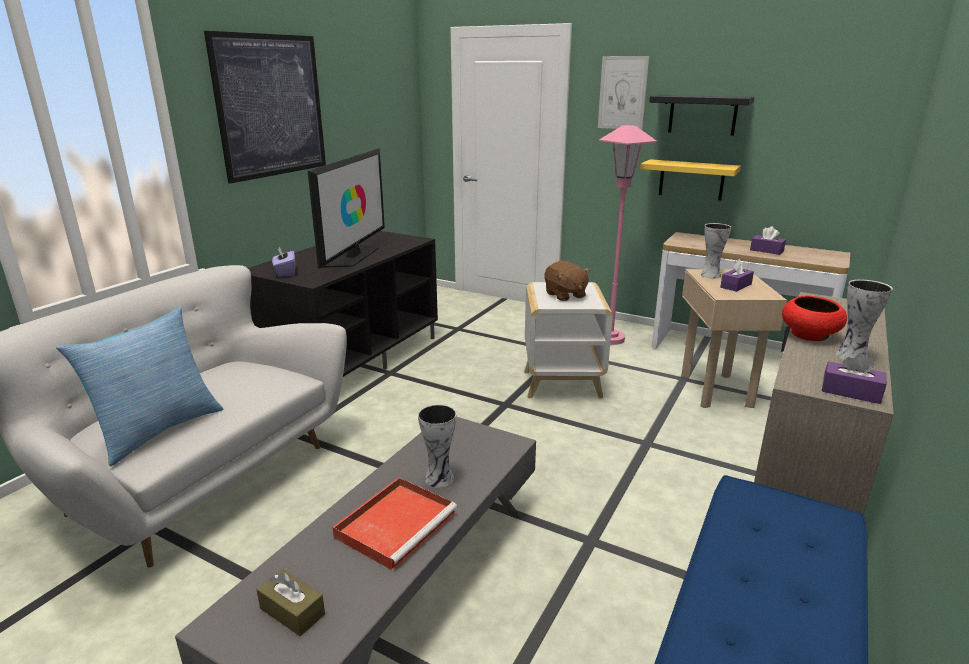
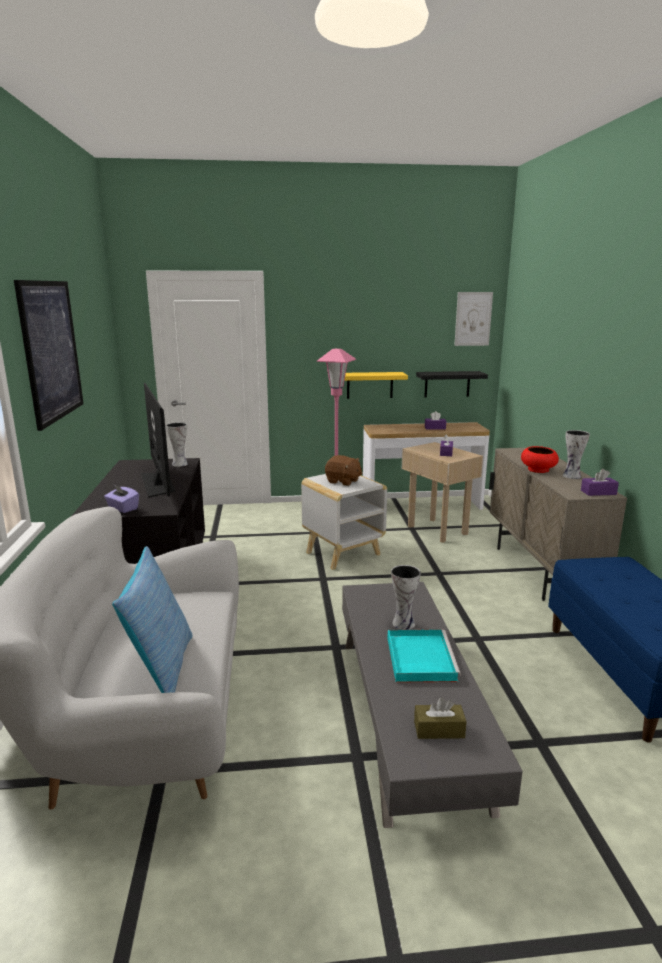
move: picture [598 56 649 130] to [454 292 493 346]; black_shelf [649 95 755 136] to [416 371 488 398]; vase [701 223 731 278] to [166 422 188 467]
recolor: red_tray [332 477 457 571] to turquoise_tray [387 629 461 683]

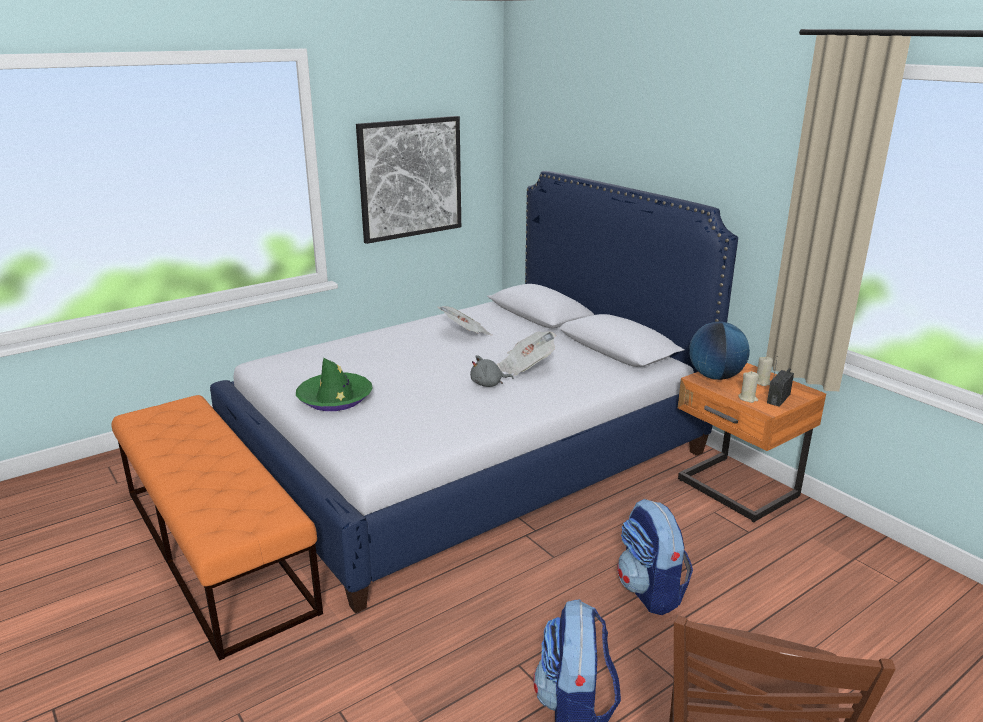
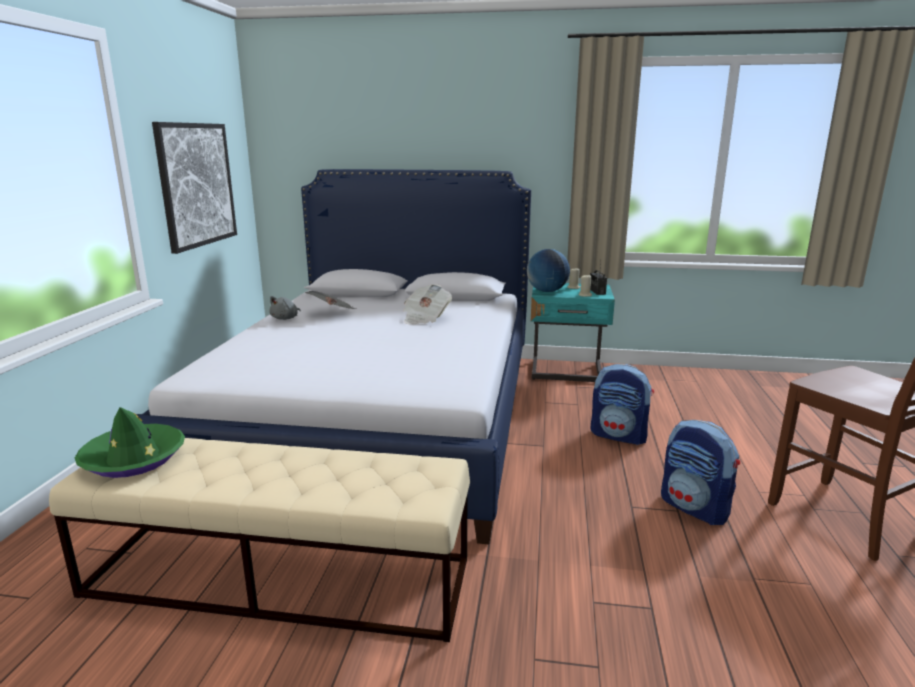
move: green_hat [296 358 373 411] to [75 407 185 478]; grey_plush_toy [470 355 514 387] to [269 296 301 320]
recolor: orange_bench [111 395 323 661] to beige_bench [49 438 470 642]; orange_nightstand [678 363 826 522] to turquoise_nightstand [531 283 615 382]

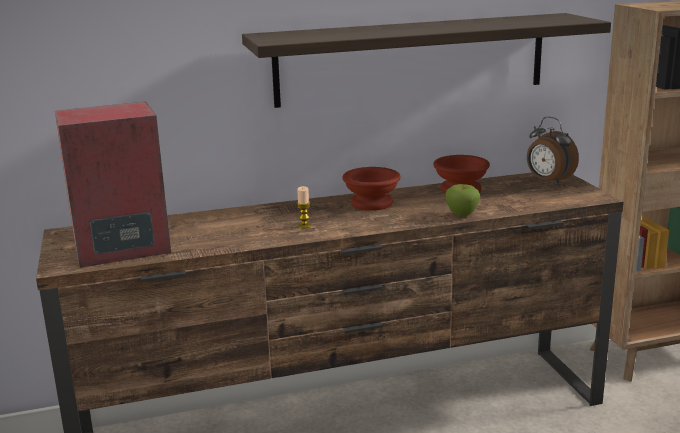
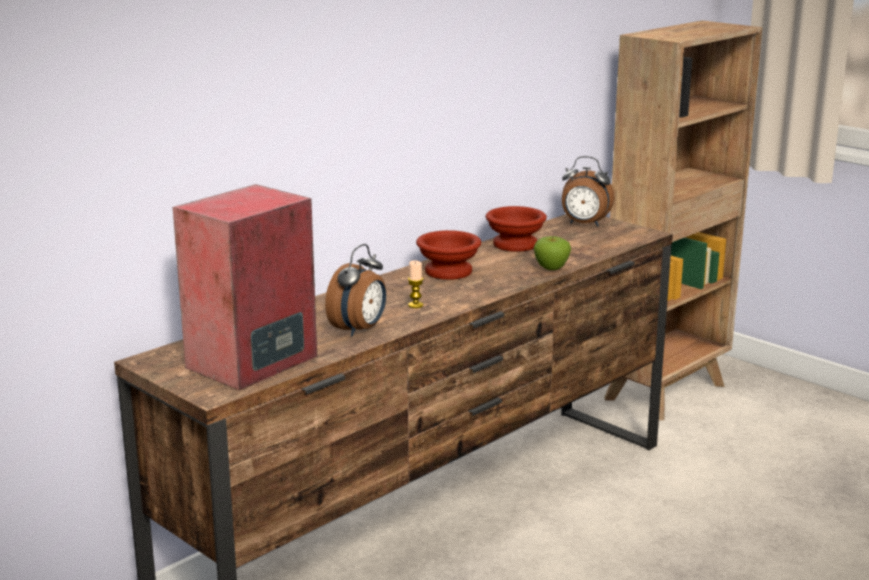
delete: shelf [242 13 611 108]
insert: alarm_clock [325 244 386 336]

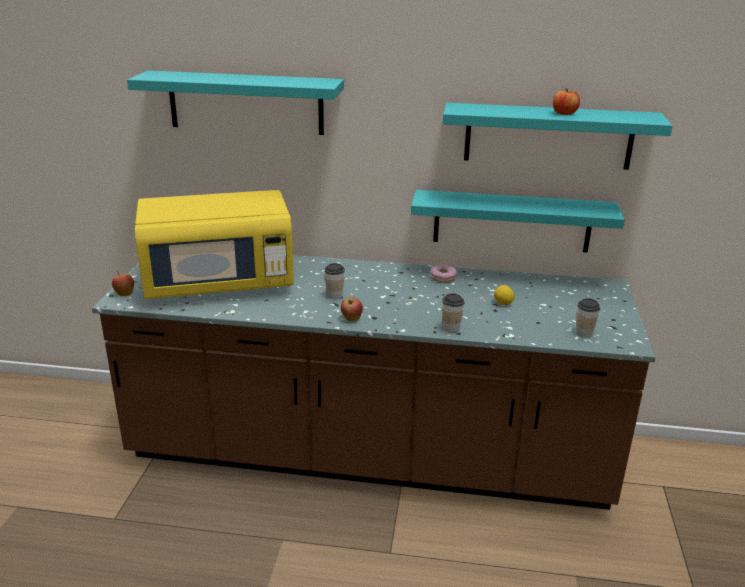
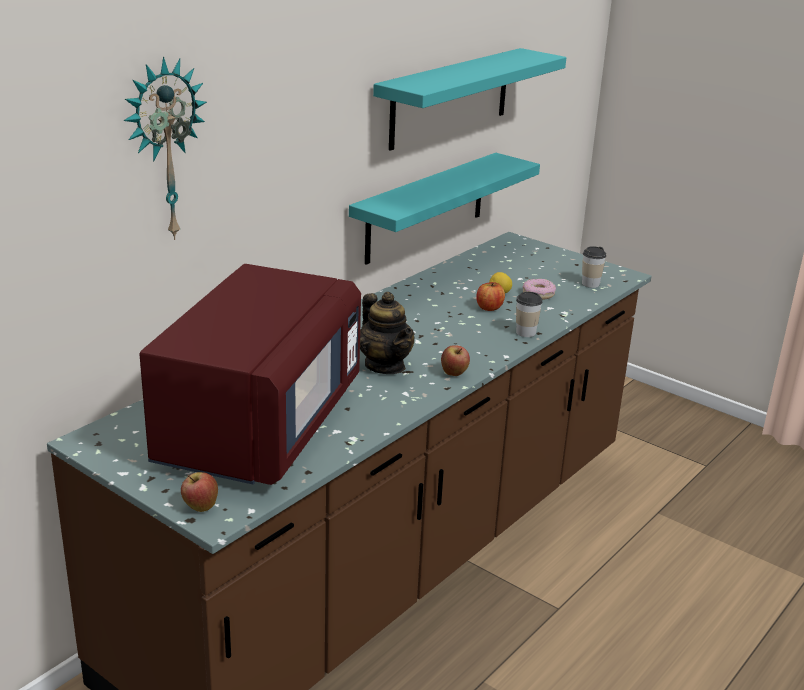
move: donut [431 265 458 282] to [523 279 556 300]; apple [553 88 580 115] to [476 282 505 311]
replace: turquoise_shelf [127 70 344 135] to wall_clock [124 57 207 240]; cup [324 263 345 299] to teapot [360 292 414 374]
recolor: yellow_microwave [135 190 294 299] to red_microwave [139 264 361 485]

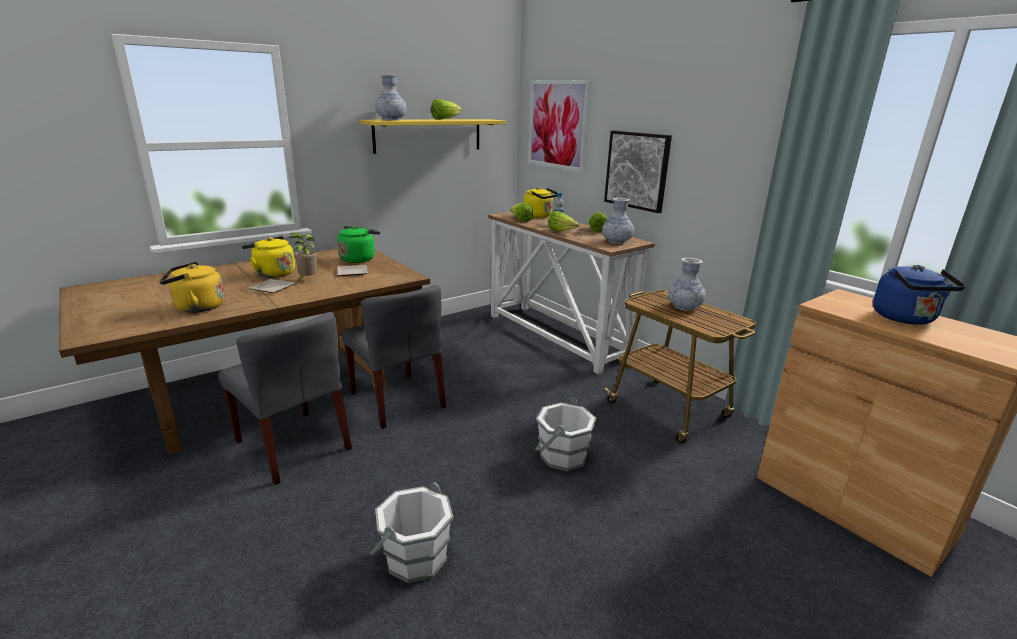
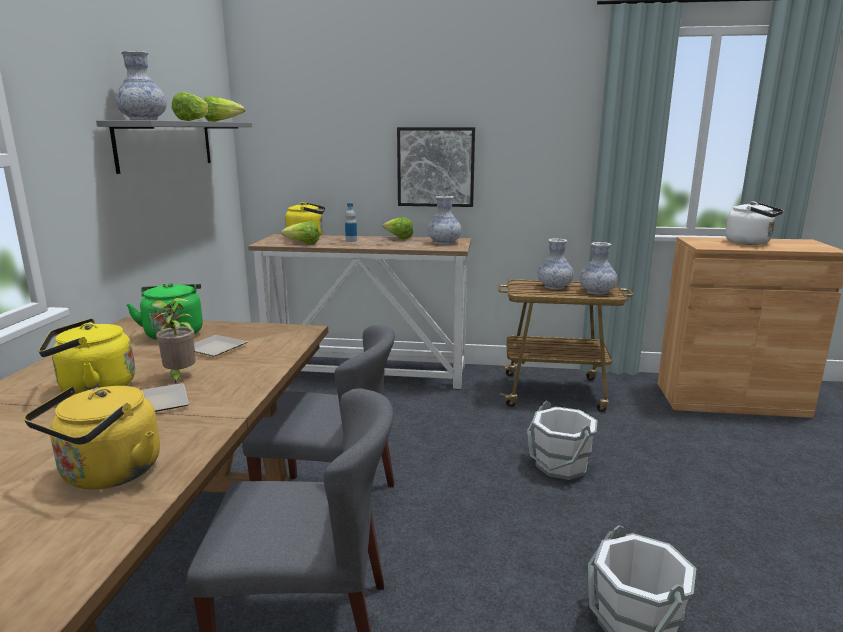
delete: picture [528 80 590 172]
insert: vase [579 242 617 295]
move: lettuce [548 211 579 231] to [204 96 246 122]
recolor: yellow_shelf [359 119 506 154] to grey_shelf [96 120 252 174]; blue_kettle [873 265 966 325] to white_kettle [725 202 784 245]

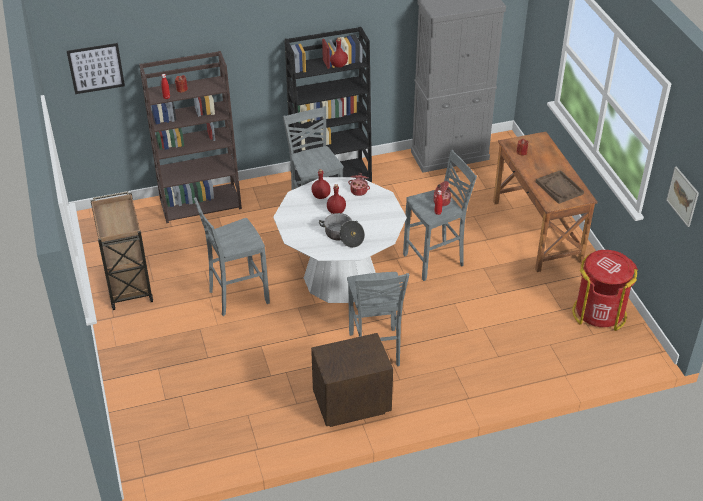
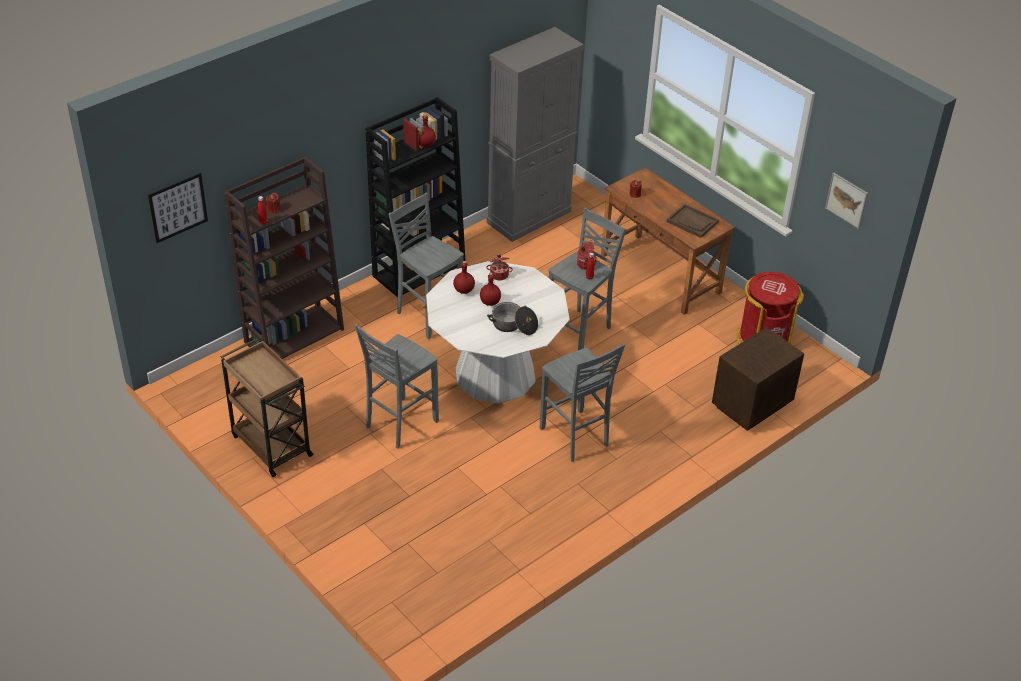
move: brown_nightstand [311 333 393 427] to [712 327 804 431]

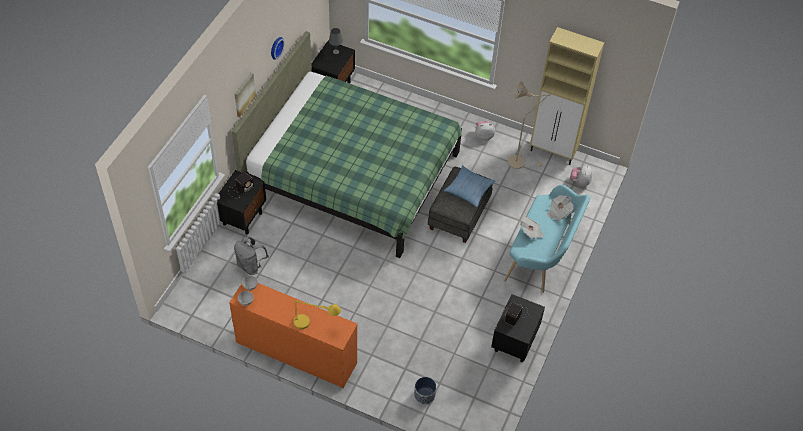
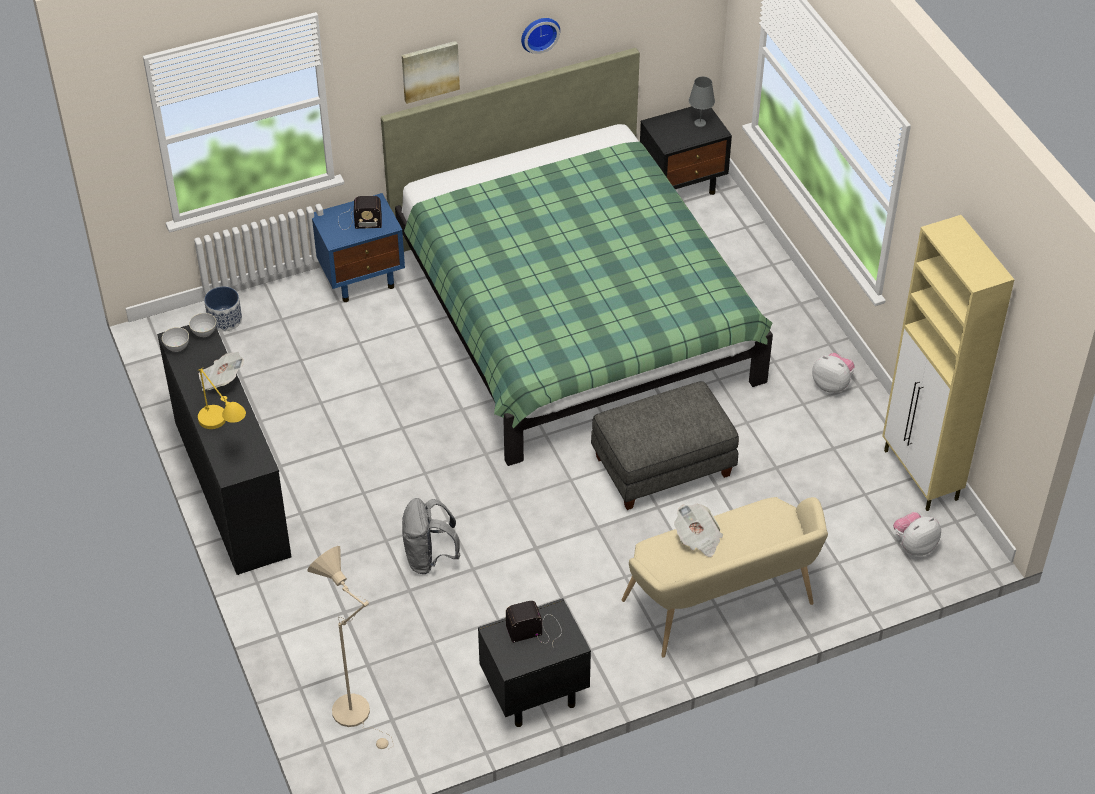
delete: pillow [443 165 495 207]
move: grey_backpack [234 237 269 275] to [402 498 460 574]; planter [414 377 436 405] to [204 286 242 332]; beige_floor_lamp [508 81 550 169] to [307 546 394 749]; newspaper [547 195 574 221] to [199 352 244 391]
recolor: black_nightstand [217 170 266 234] to blue_nightstand [312 193 405 302]; orange_dresser [229 283 358 388] to black_dresser [157 325 291 575]; turquoise_bench [504 185 590 293] to beige_bench [622 497 828 658]

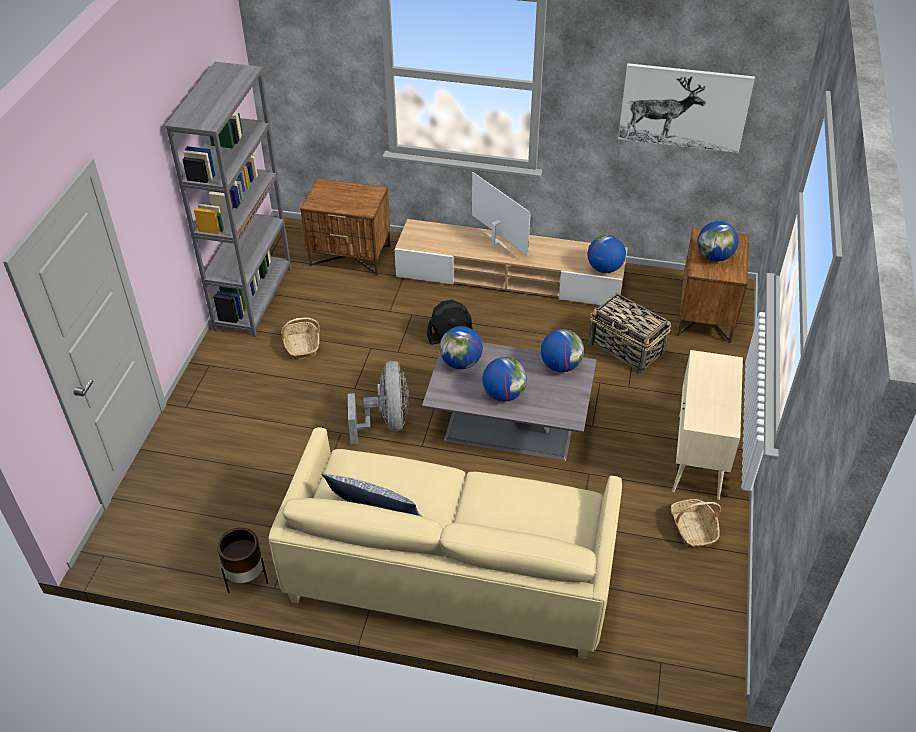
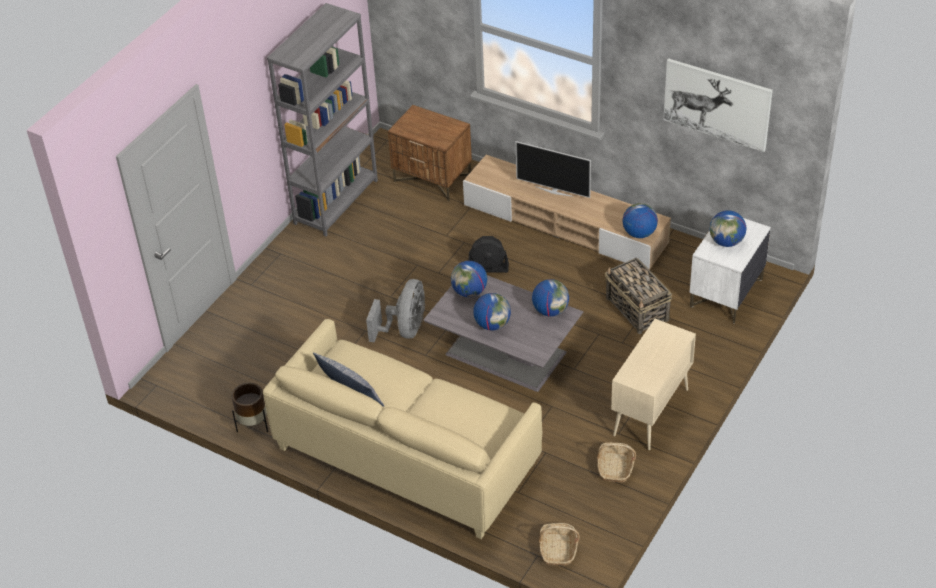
move: basket [281 318 320 359] to [539 523 580 565]
recolor: brown_nightstand [677 228 749 344] to white_nightstand [690 218 771 323]
rotate: television [472 172 531 256] = [516 141 591 198] 135 degrees clockwise

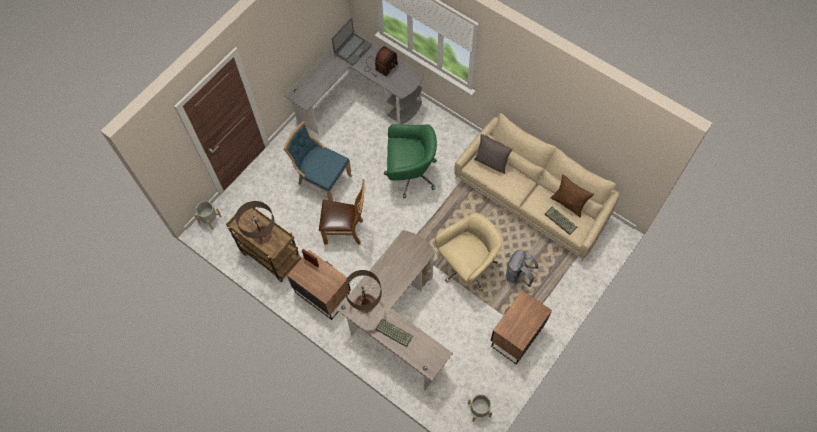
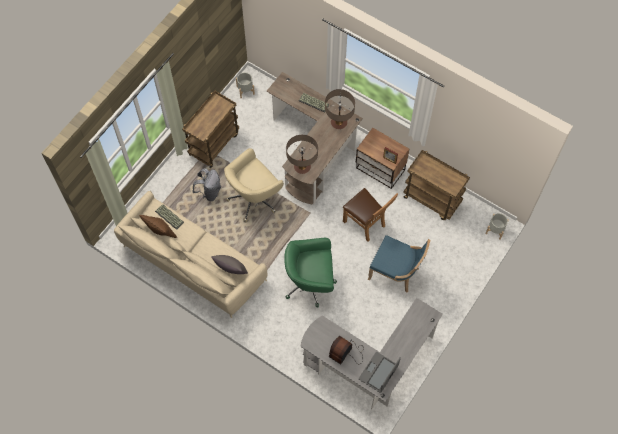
move: table_lamp [235 201 275 244] to [286 135 318 174]
replace: nightstand [491 290 552 365] to brown_cart [182 91 239 168]
rotate: brown_chair [319 179 365 245] = [343 188 398 242] 135 degrees counterclockwise

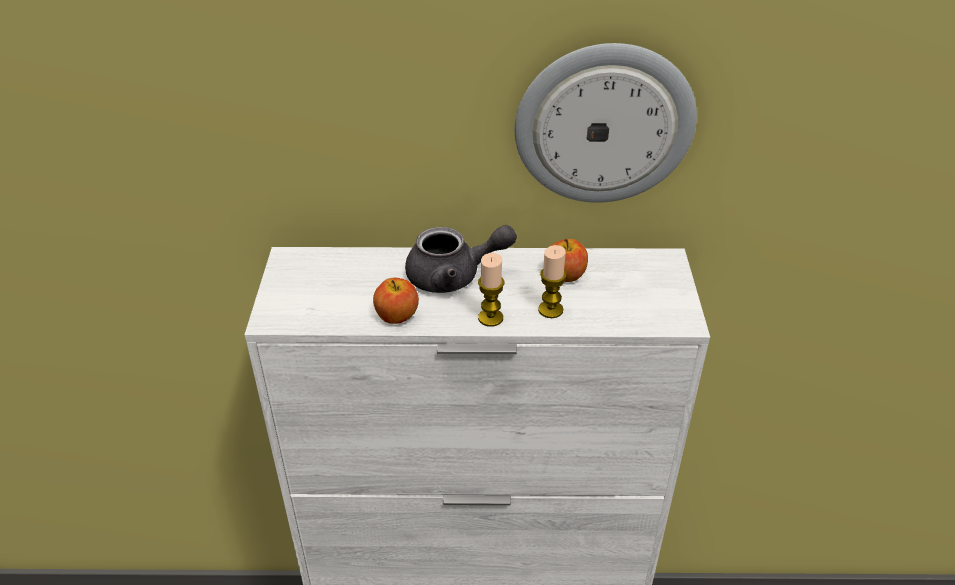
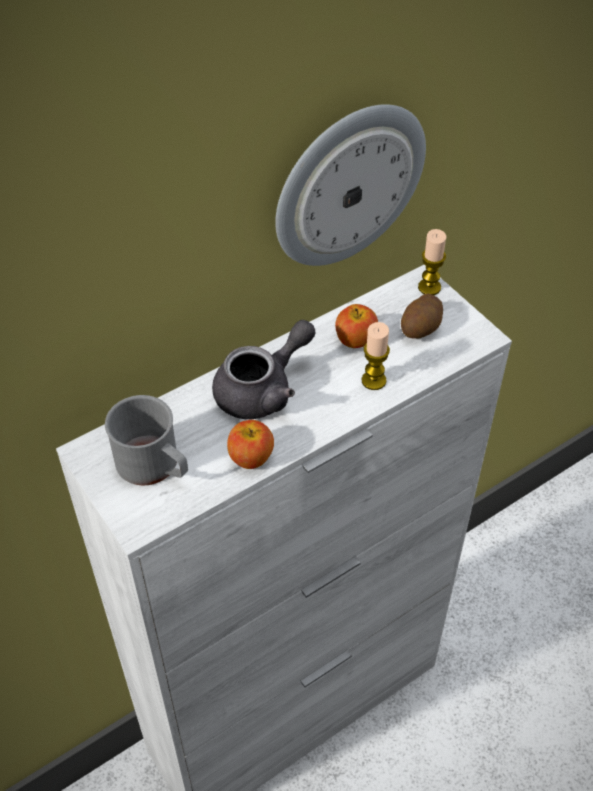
insert: grey_mug [105 395 188 485]; potato [401 294 443 339]
move: candle [478 253 504 327] to [418 229 446 295]

